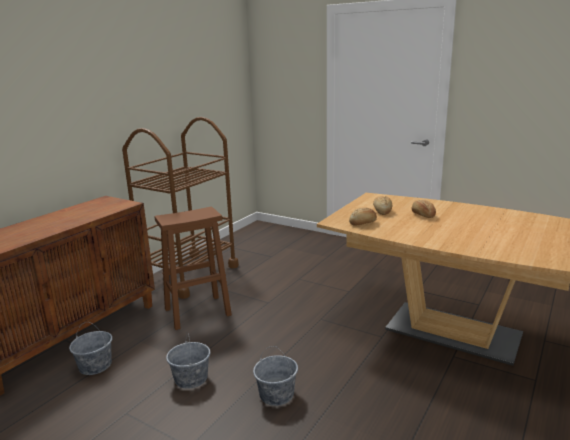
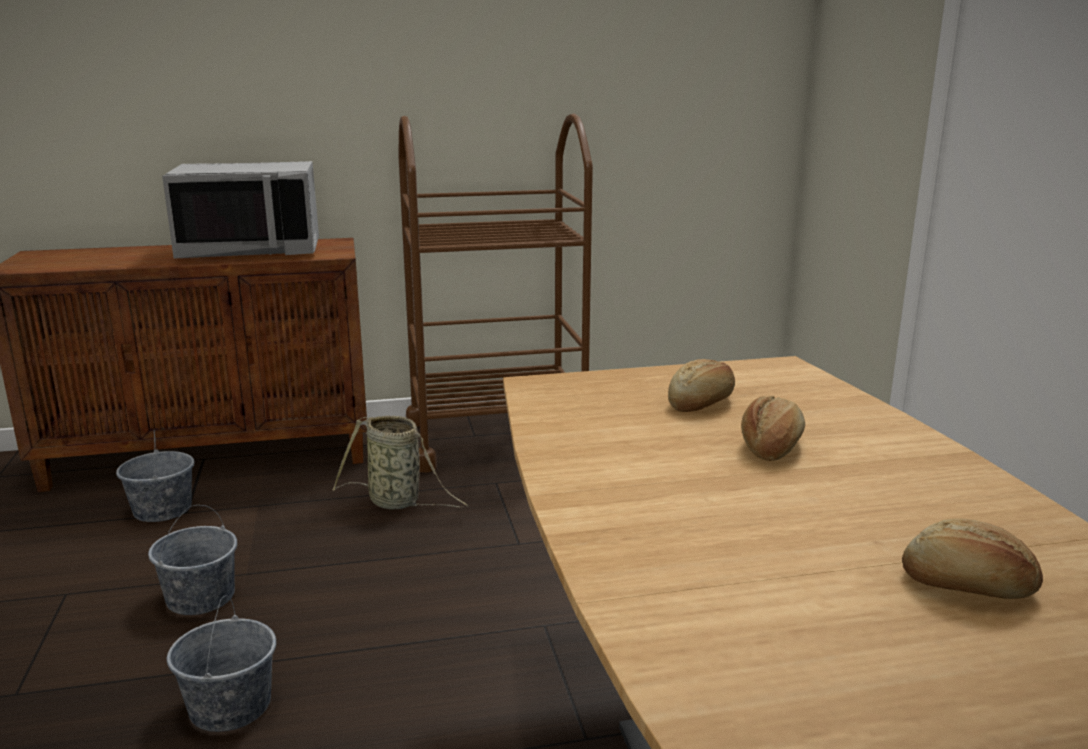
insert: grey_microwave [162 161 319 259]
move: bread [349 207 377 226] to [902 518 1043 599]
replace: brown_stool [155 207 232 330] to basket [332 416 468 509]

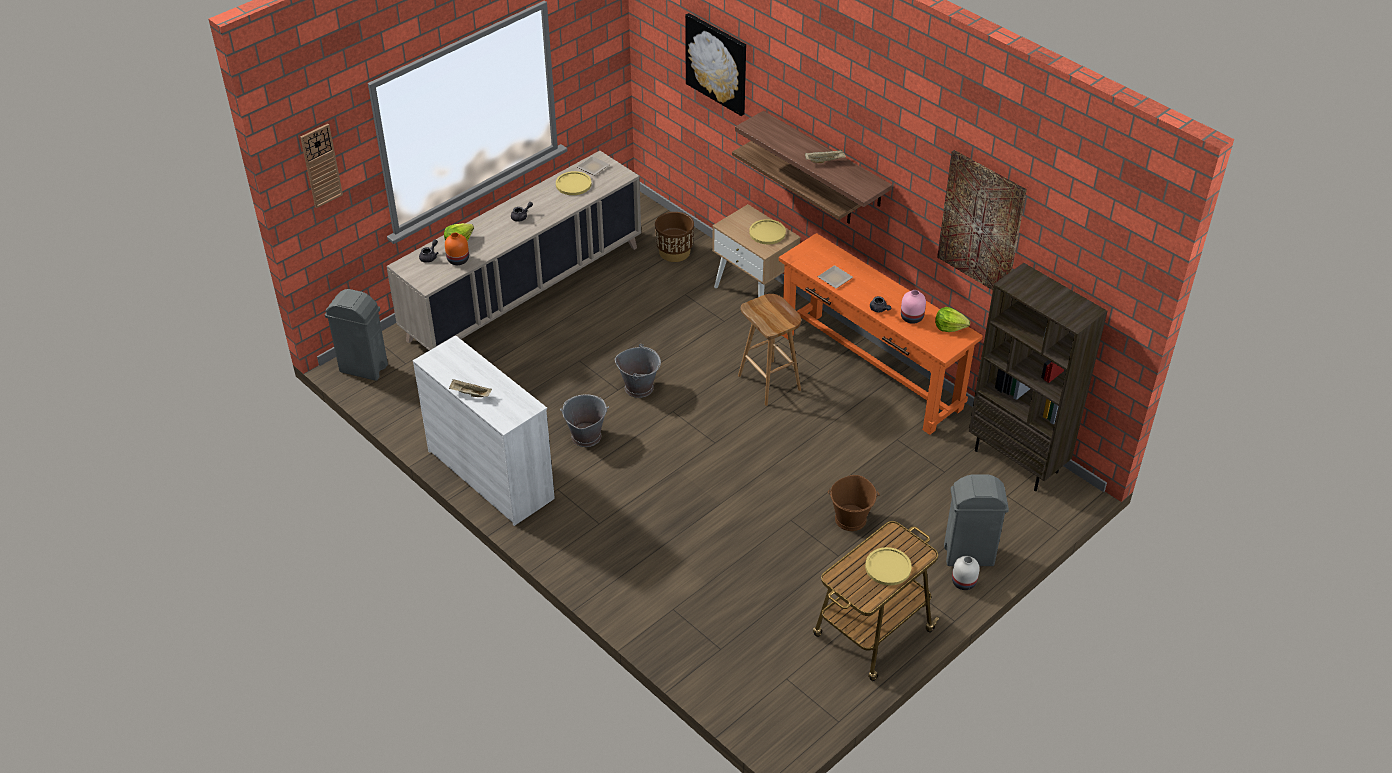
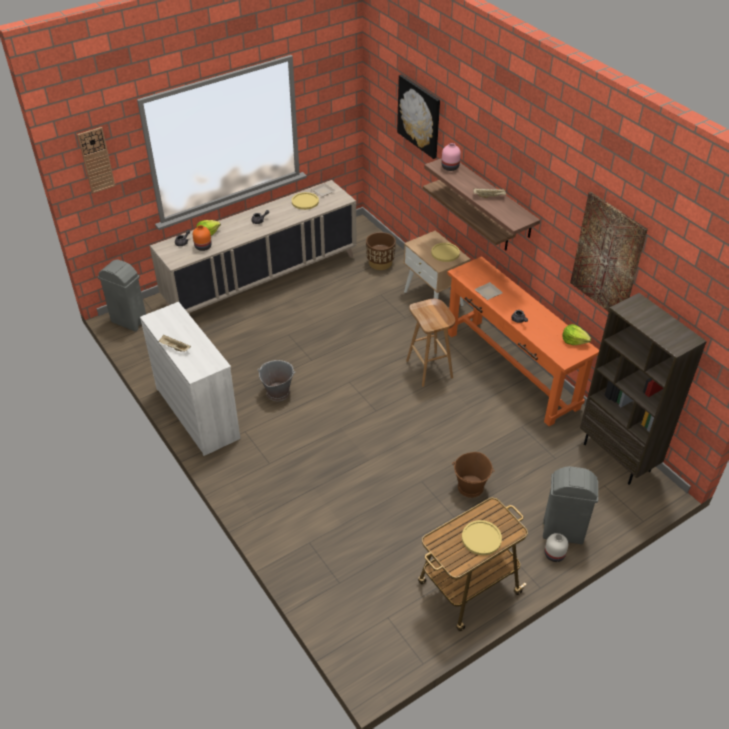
delete: grey_bucket [615 344 661 398]
move: pink_vase [901 290 926 324] to [441 143 461 171]

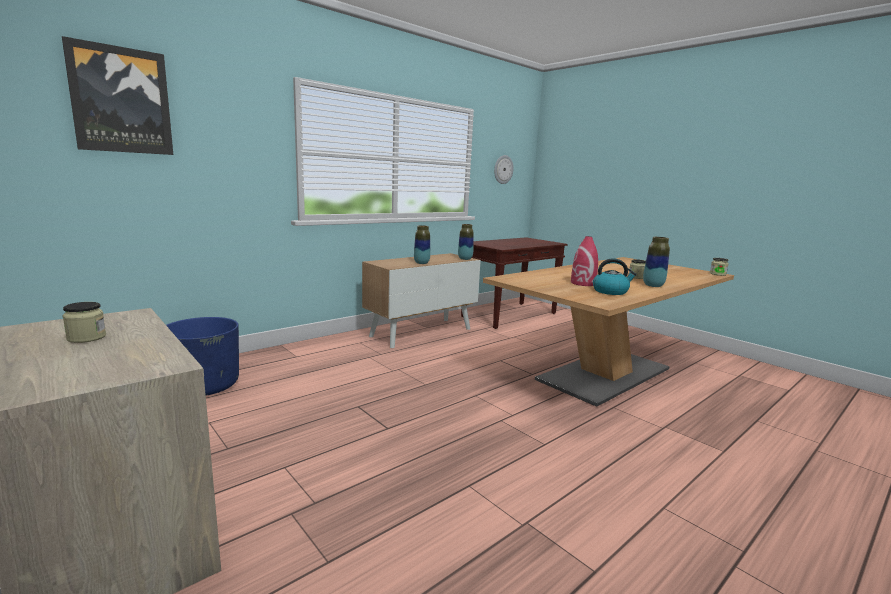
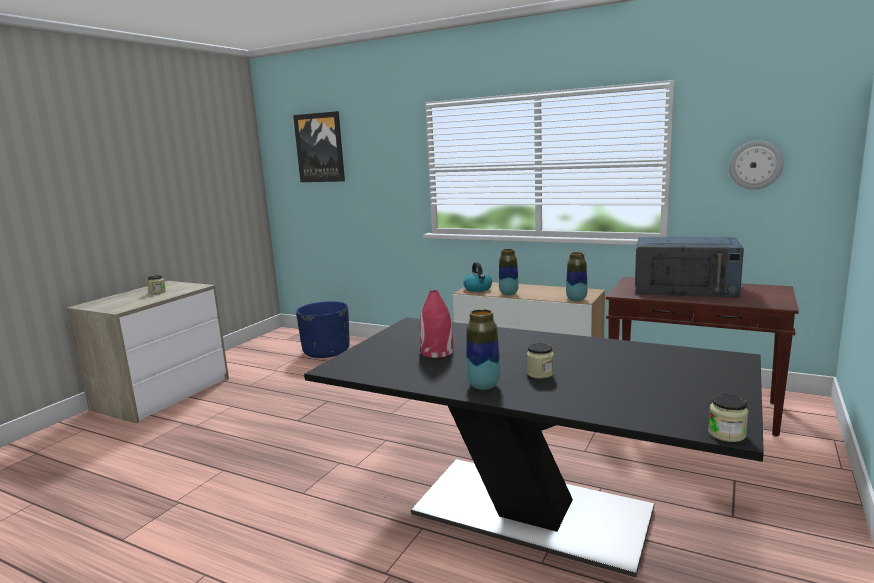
insert: blue_microwave [635 237 744 298]
move: kettle [593 258 637 295] to [463 262 492 292]
recolor: beige_dining_table [483 257 734 407] to black_dining_table [304 317 764 577]

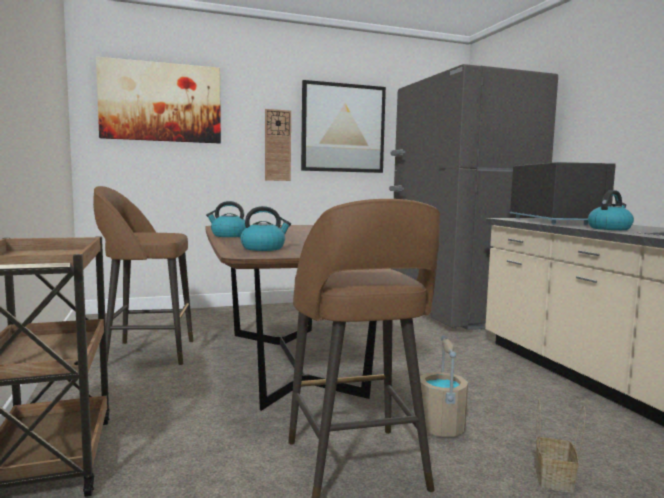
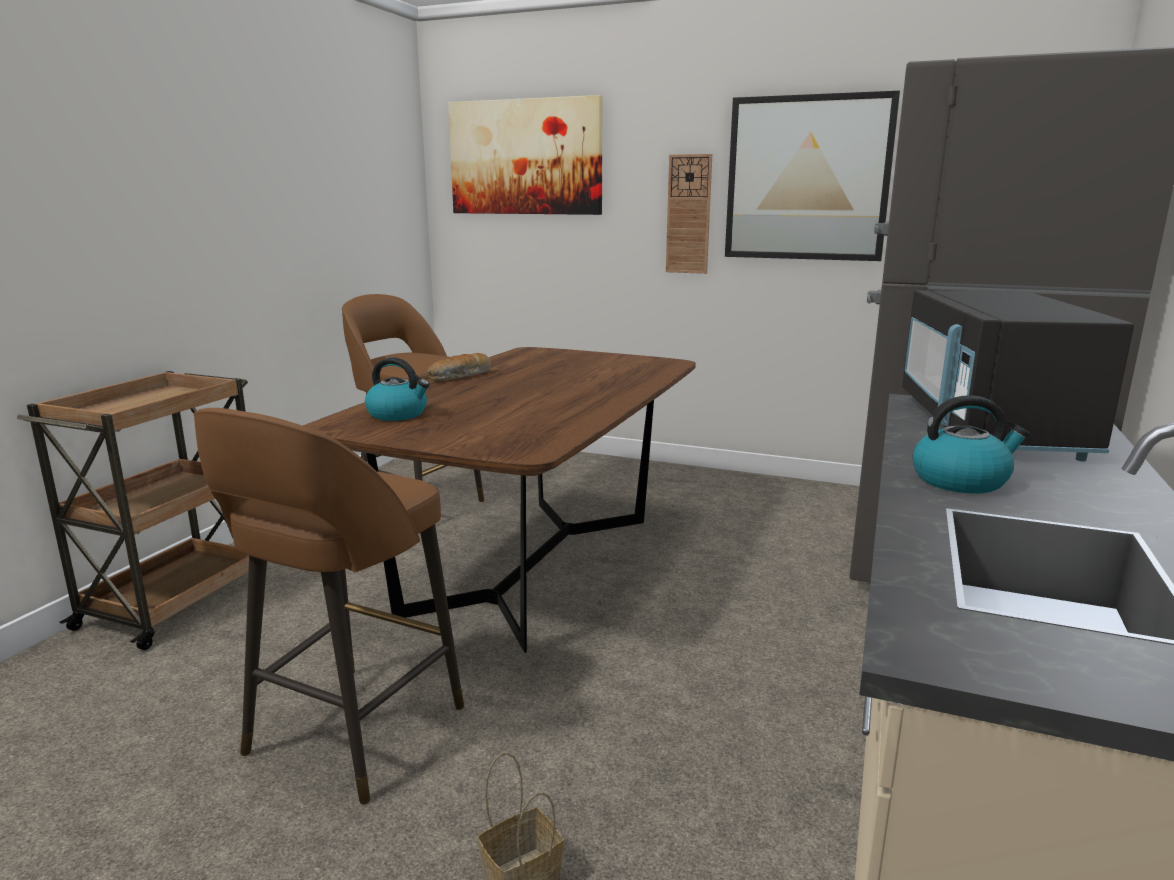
delete: beige_bucket [420 335 468 437]
replace: kettle [206 201 246 237] to bread [427 353 491 381]
rotate: black_microwave [510 162 616 225] = [902 290 1134 461] 150 degrees clockwise

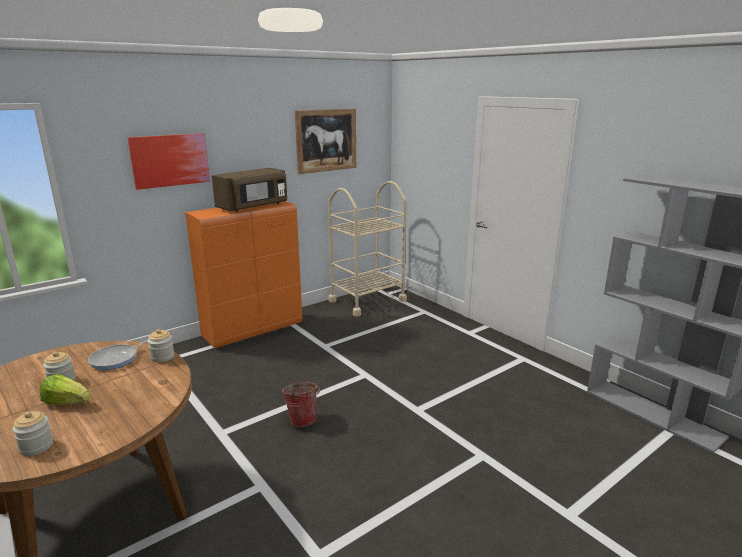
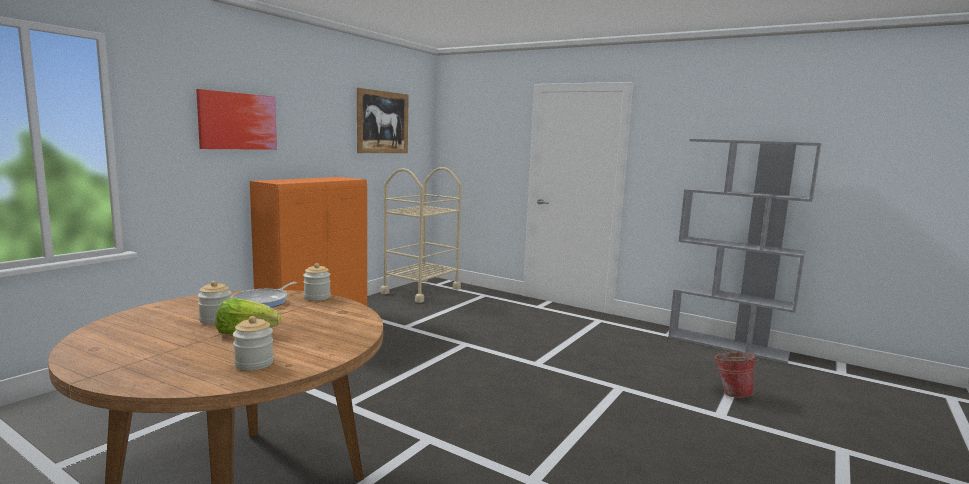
delete: brown_microwave [212 168 287 212]
move: bucket [282 379 320 427] to [714 350 758 398]

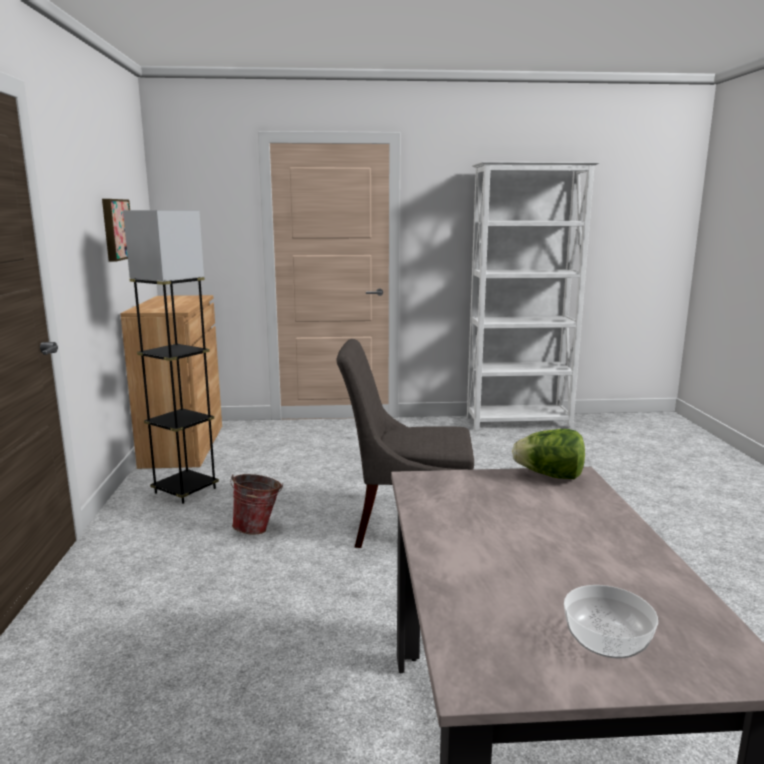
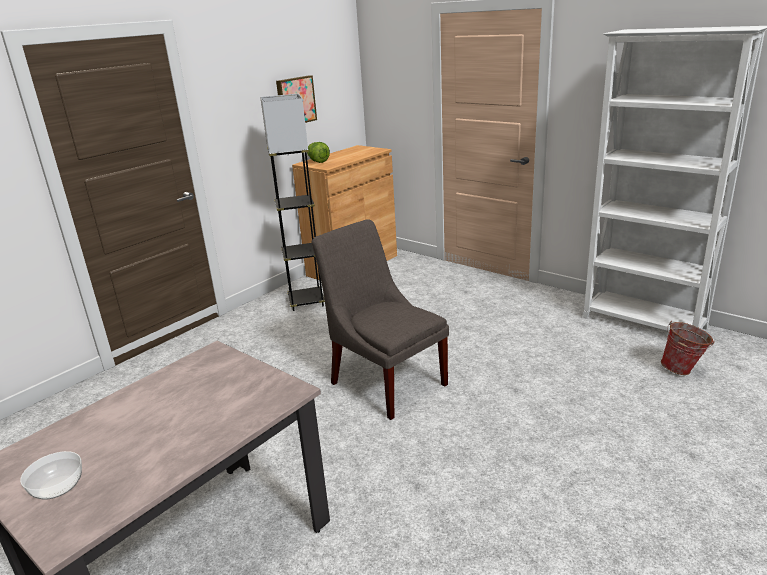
move: bucket [230 474 283 535] to [661 321 715 375]; lettuce [512 429 585 479] to [307 142 330 163]

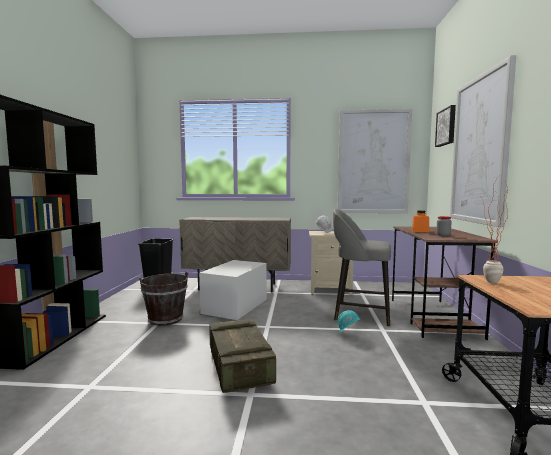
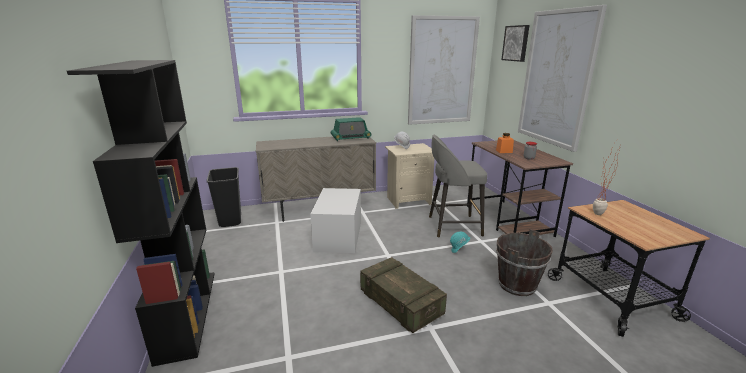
insert: radio [331 117 371 141]
move: brown_bucket [139 271 188 326] to [496 229 552 296]

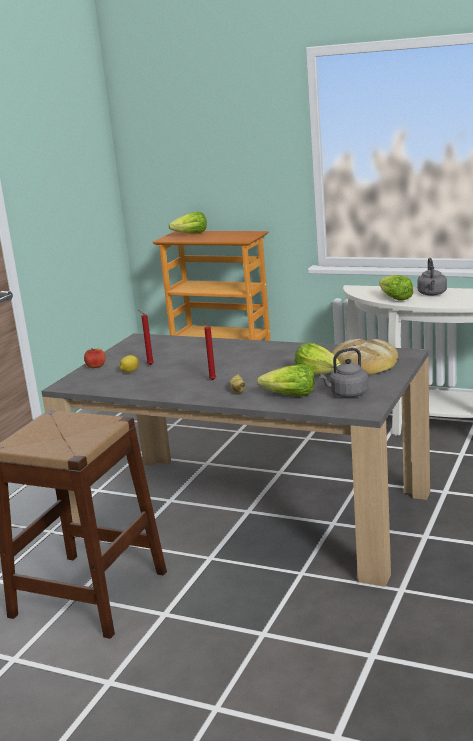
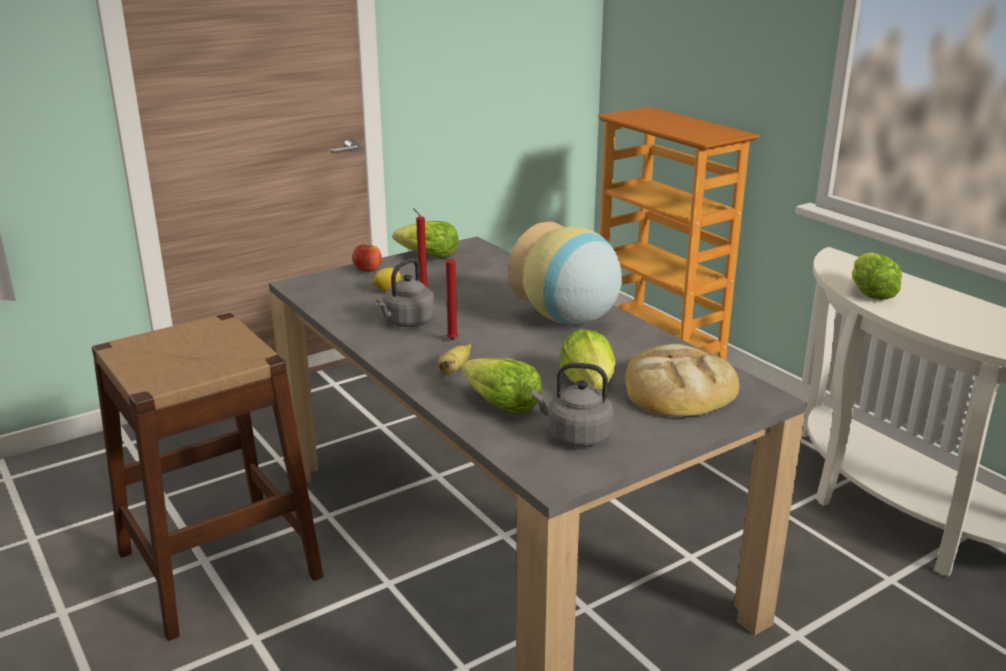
insert: vase [508 222 622 325]
move: lettuce [168 211 207 233] to [392 221 458 258]; grey_kettle [417 258 447 296] to [376 259 435 327]

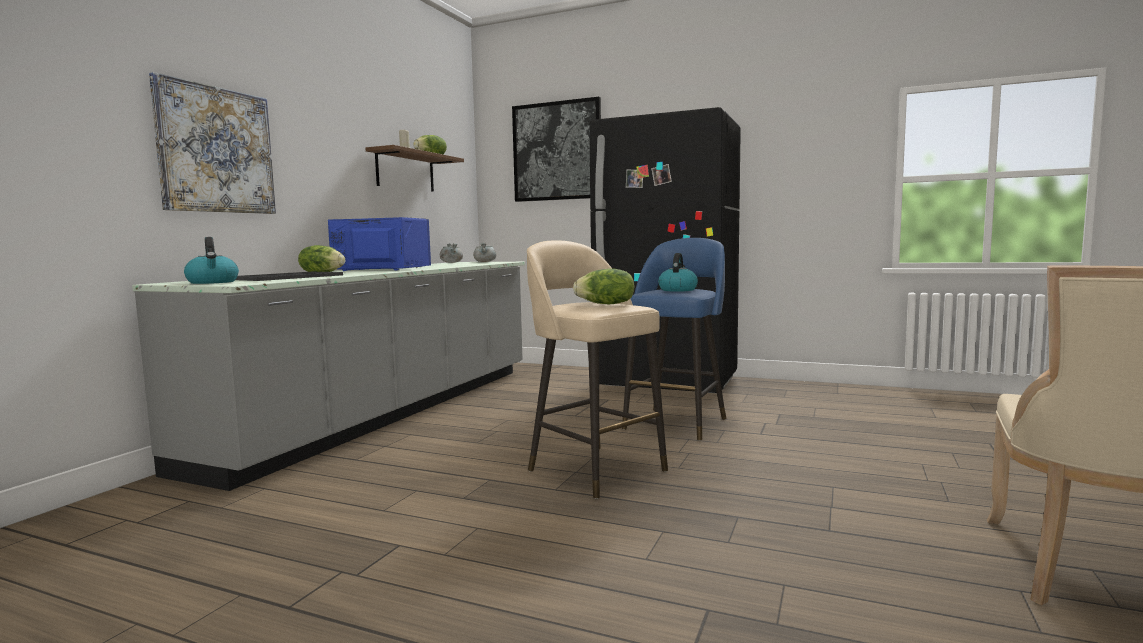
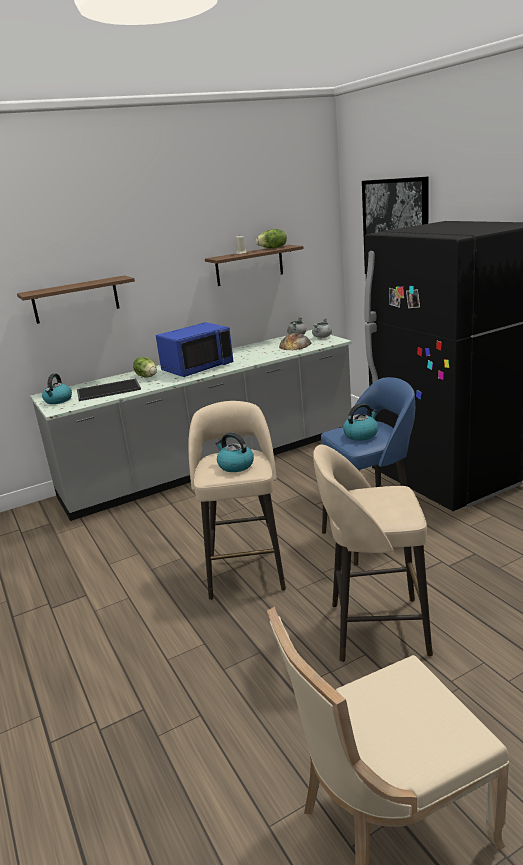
insert: bread [279 333 312 350]; beige_stool [313 444 433 662]
replace: picture [149 72 276 214] to brown_shelf [17 275 135 324]; lettuce [573 269 635 304] to kettle [215 433 254 472]
rotate: blue_microwave [328 217 431 271] = [156 322 234 377] 90 degrees clockwise

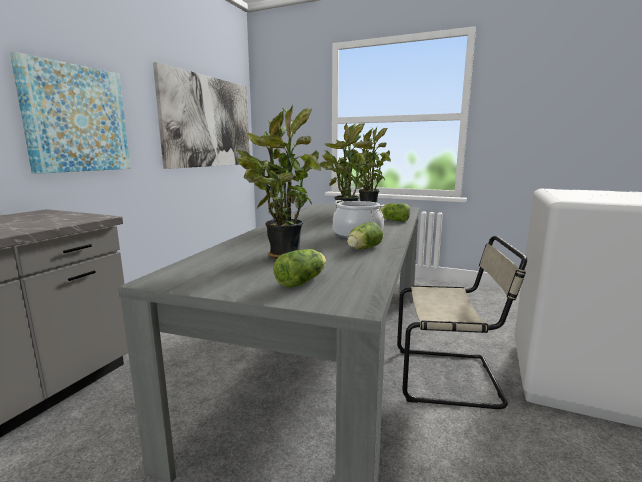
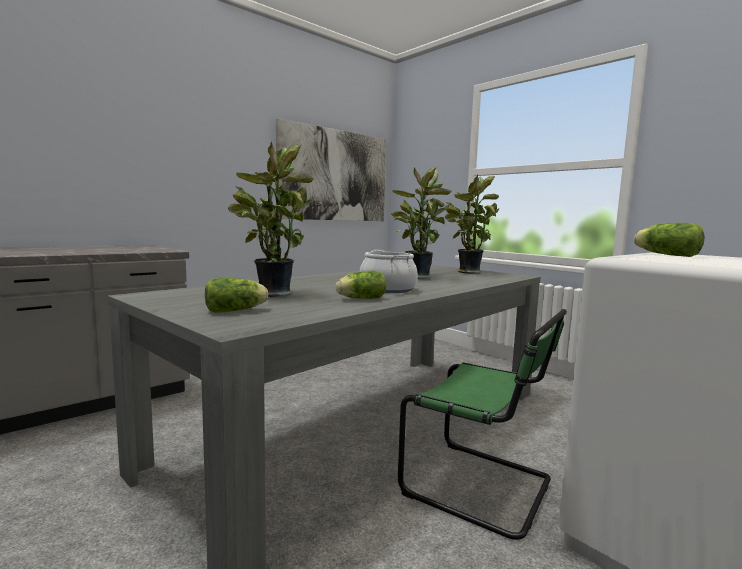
delete: picture [10 52 131 174]
move: lettuce [380 203 410 222] to [634 223 704 257]
recolor: beige_chair [397 236 527 409] to green_chair [398 309 567 540]

